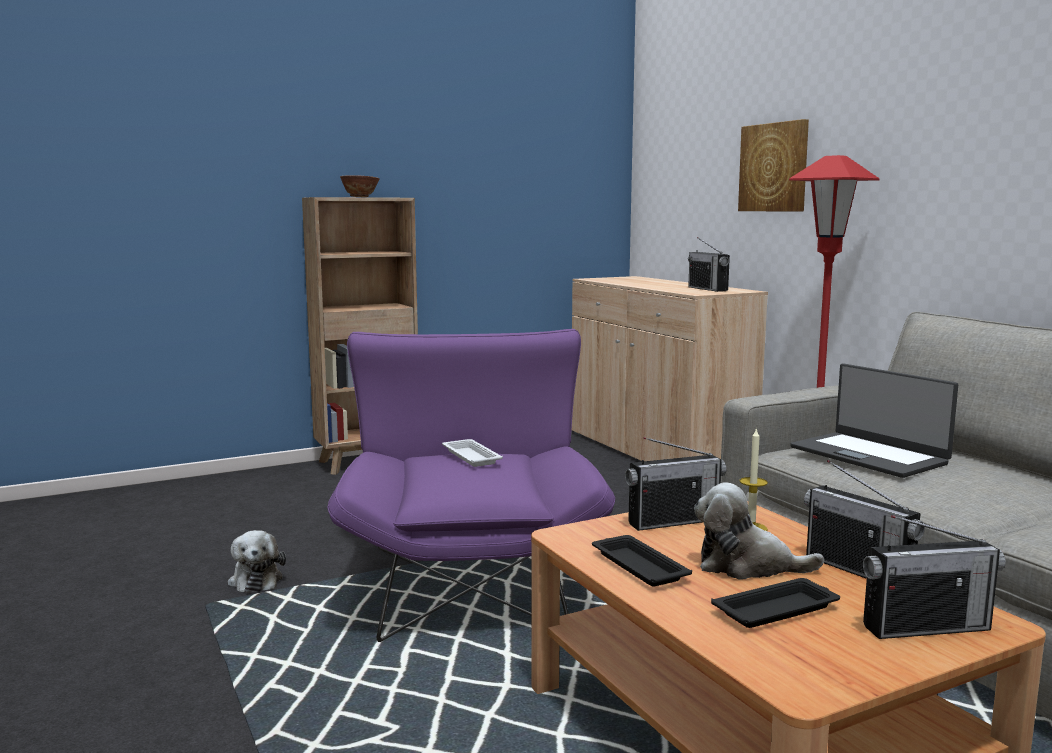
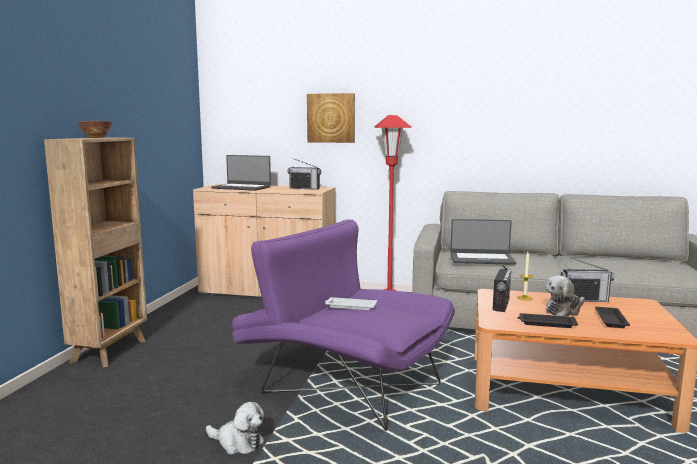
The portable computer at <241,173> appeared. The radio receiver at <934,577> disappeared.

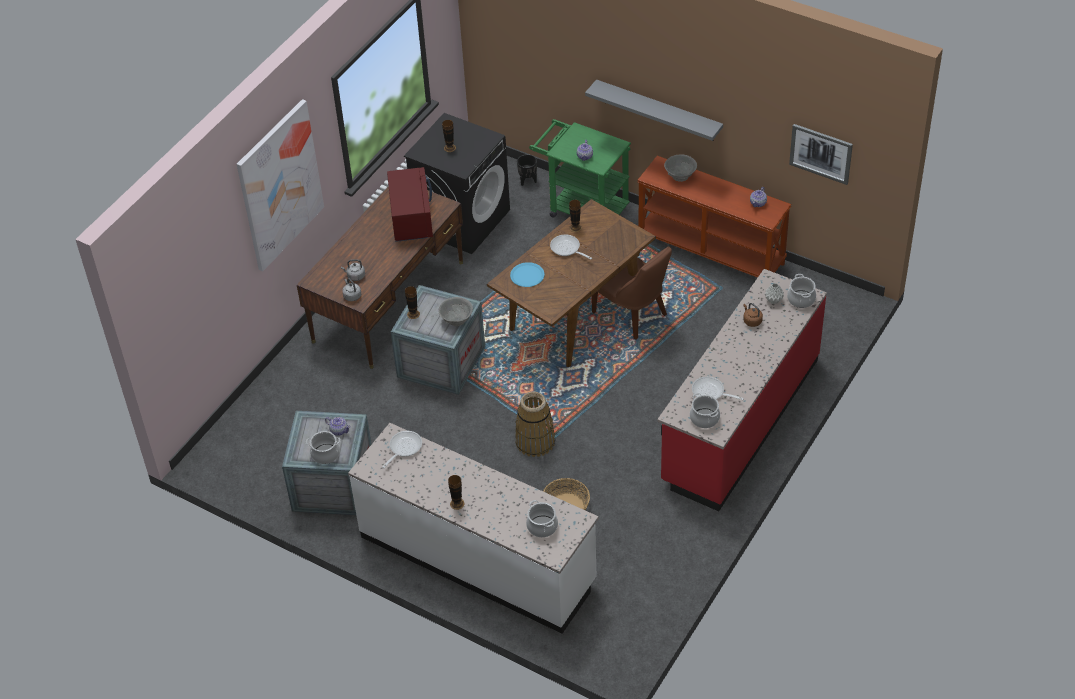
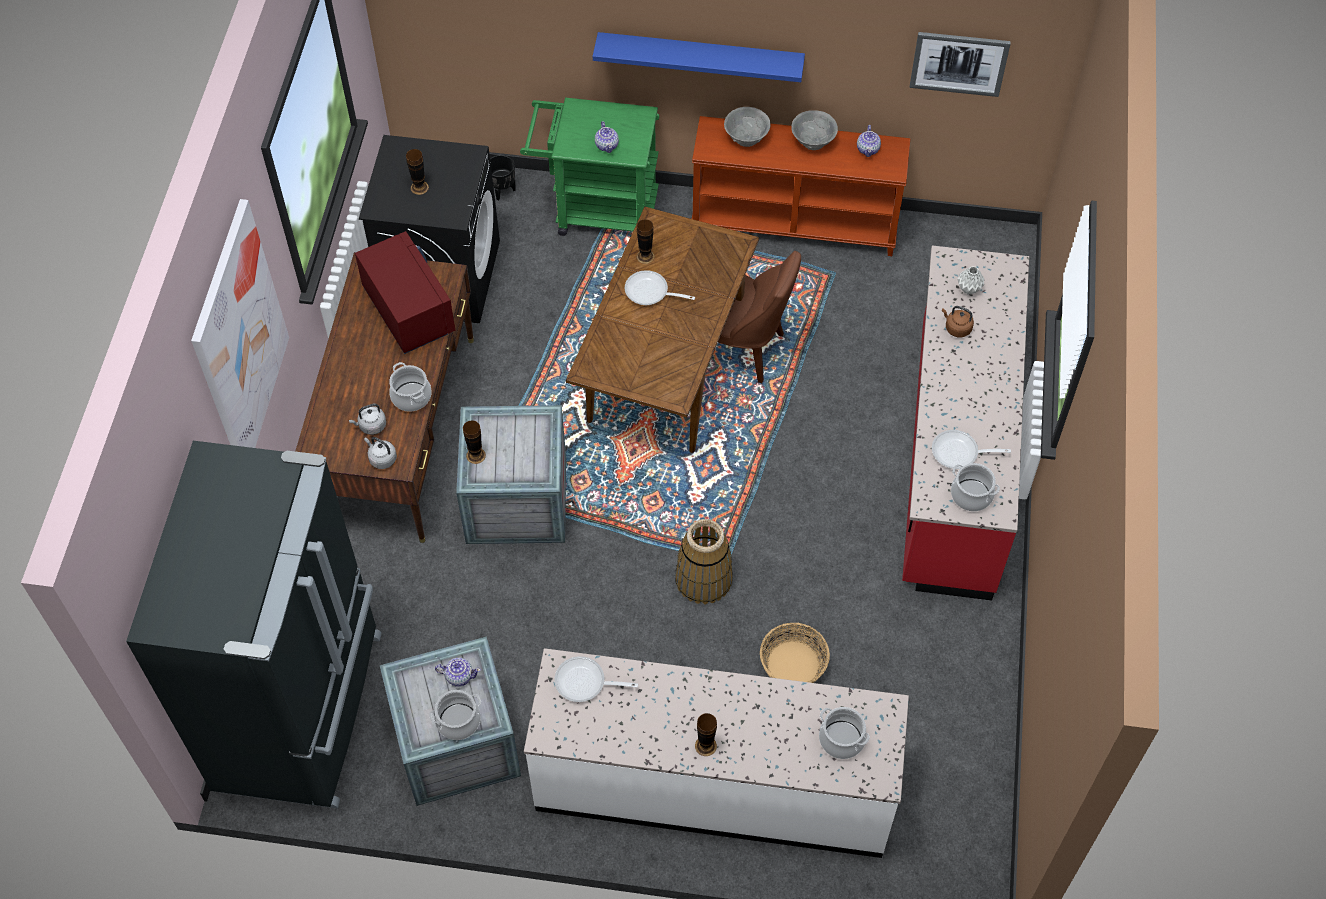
The black fridge at <254,625> appeared. The cooking pot moved from <801,291> to <410,387>. The skillet at <402,449> turned 90 degrees counterclockwise. The gray bracket shelf at <654,110> became the blue bracket shelf at <699,57>. The gray serving bowl moved from <455,311> to <814,130>. The blue dinner plate at <527,274> disappeared.

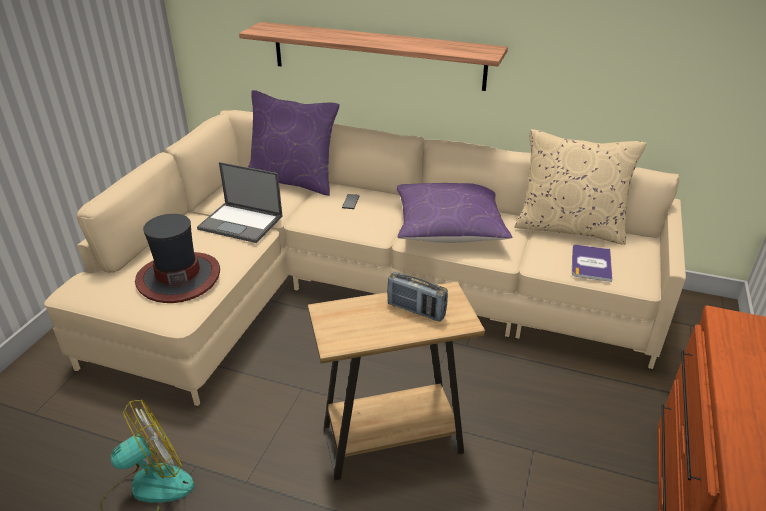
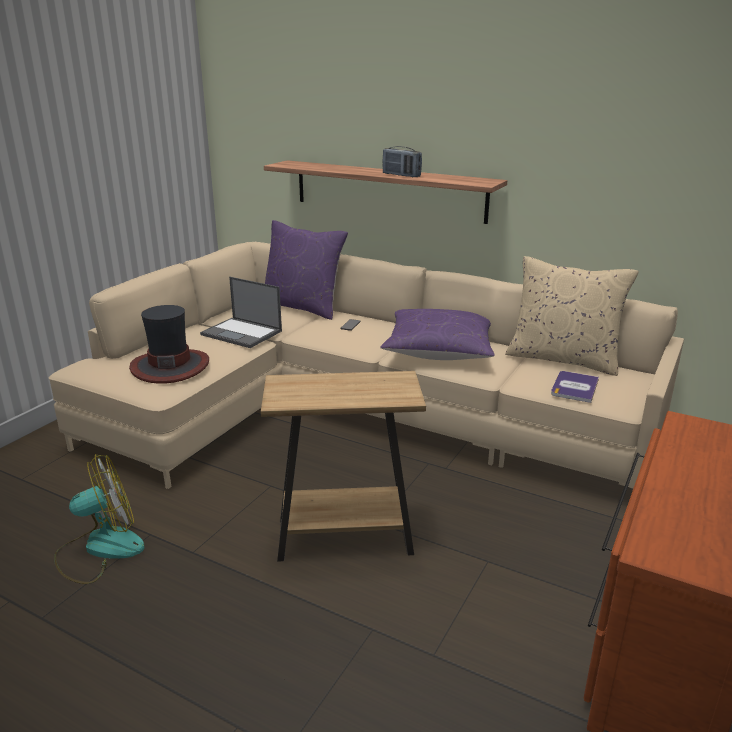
The radio receiver moved from <417,296> to <402,161>.

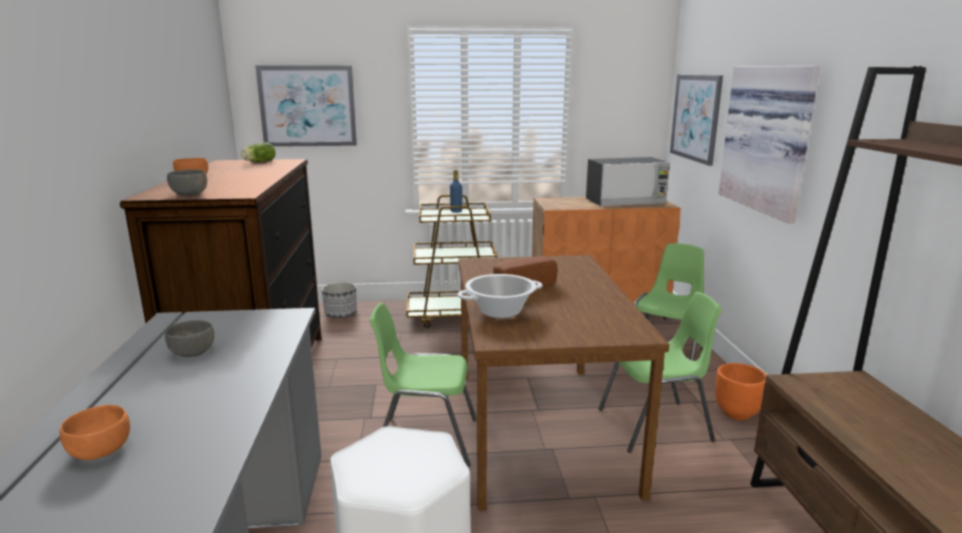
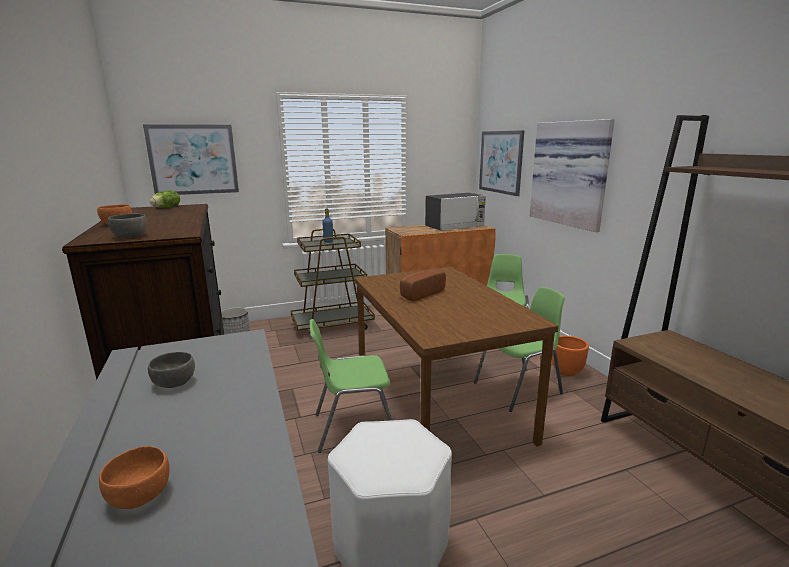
The cooking pot at <499,296> disappeared.

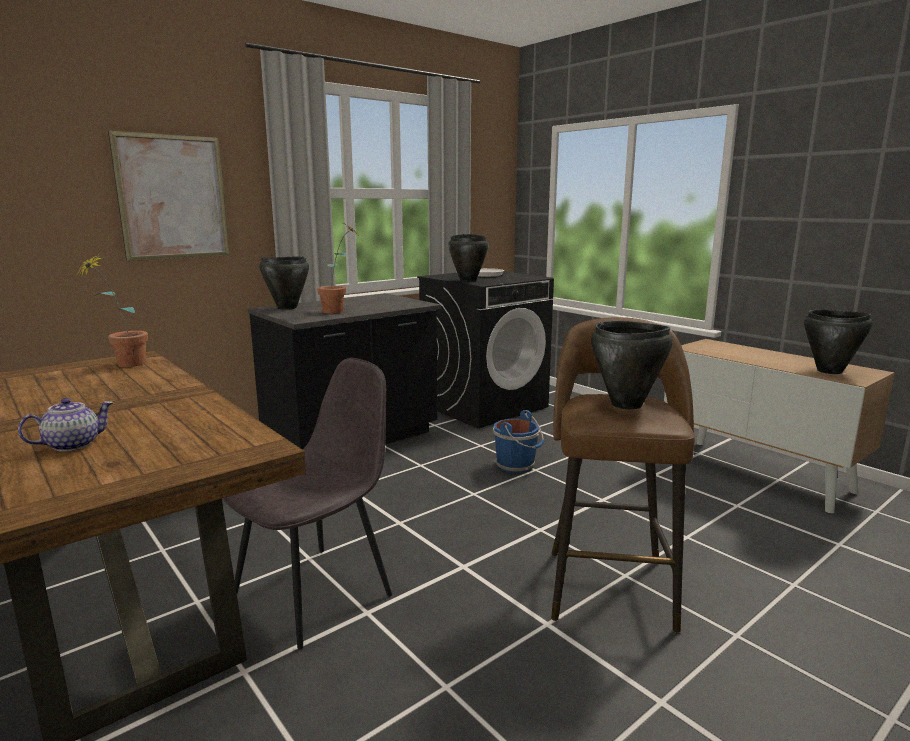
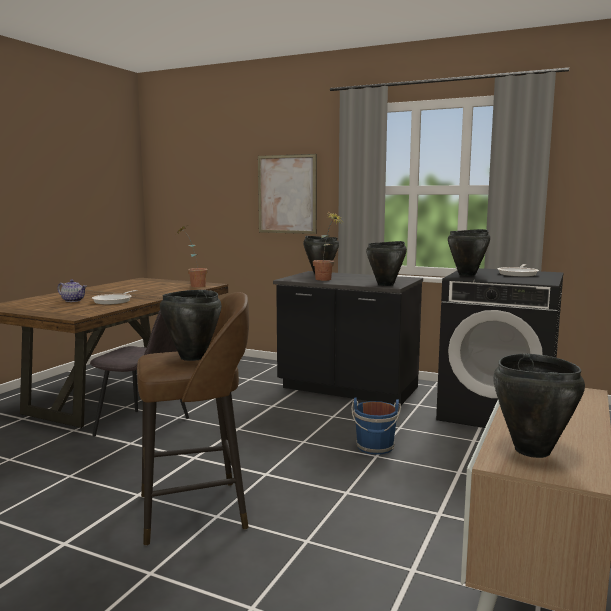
The skillet at <115,297> appeared. The black cooking pot at <386,263> appeared.

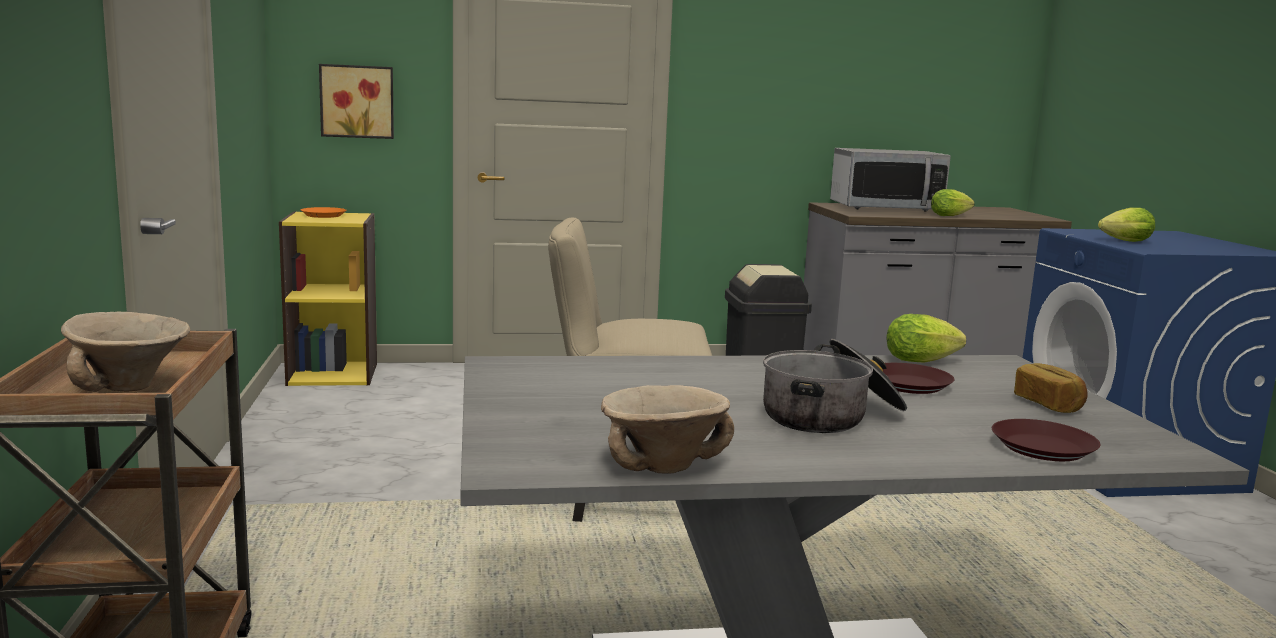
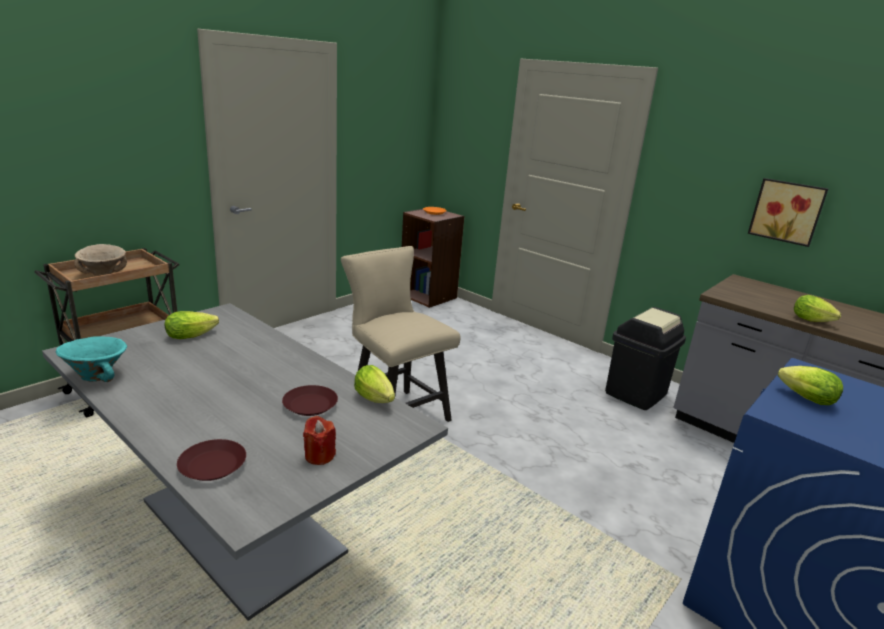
The sand-coloured serving bowl at <667,429> became the blue-green serving bowl at <91,359>. The head of lettuce at <192,325> appeared. The baked bread at <1051,388> was replaced by the reddish wax candle at <319,440>. The yellow bookshelf at <328,298> became the brown-coloured bookshelf at <433,258>. The picture moved from <356,101> to <788,212>. The cooking pot at <835,386> disappeared. The kitchen microwave at <890,180> disappeared.

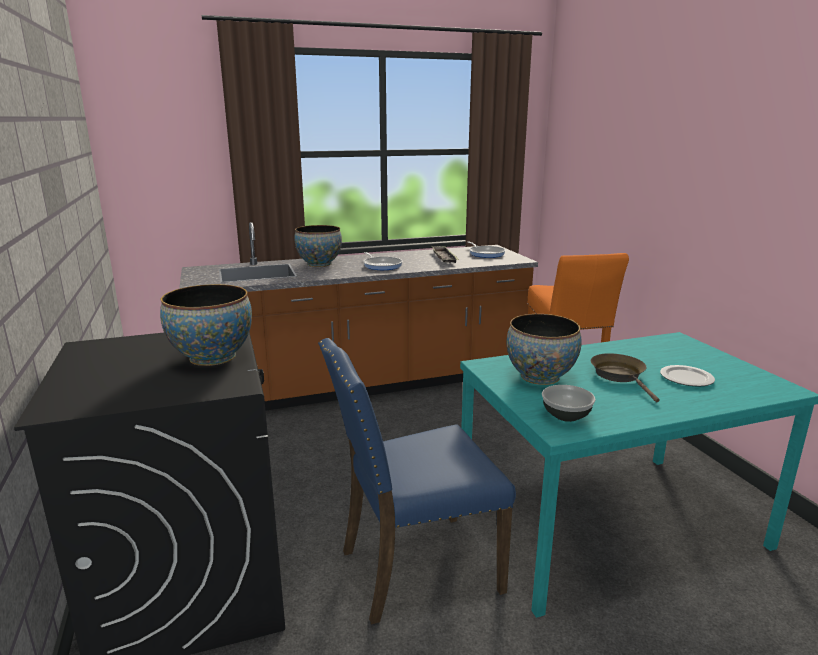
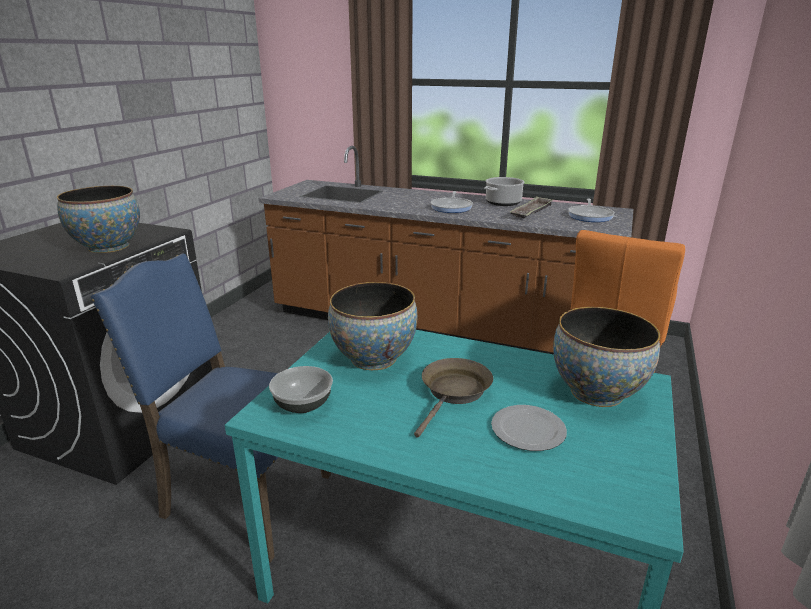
The cooking pot at <504,191> appeared. The serving bowl moved from <318,246> to <606,357>.

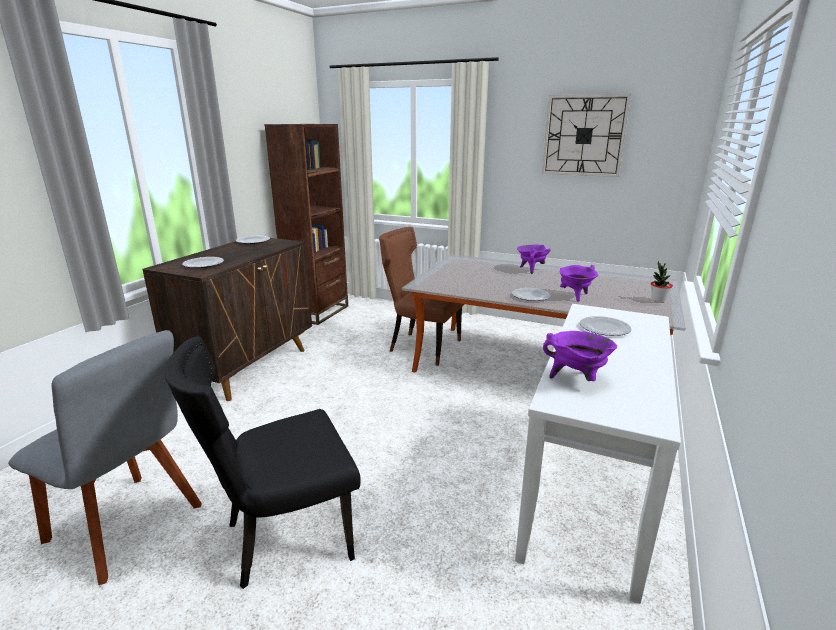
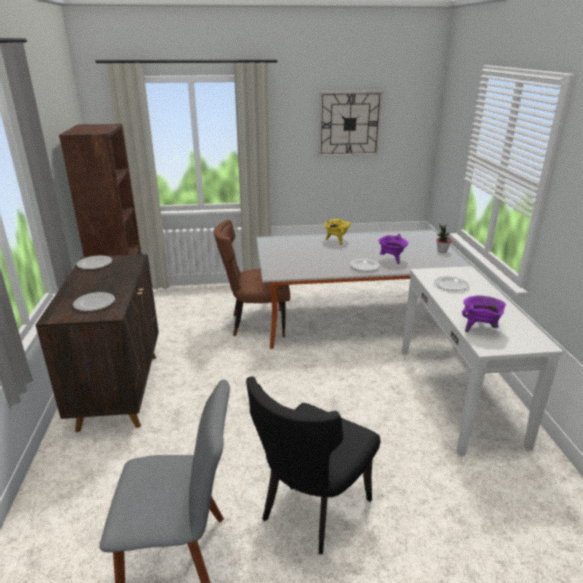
The purple-coloured cooking pot at <534,259> became the yellow cooking pot at <337,232>.

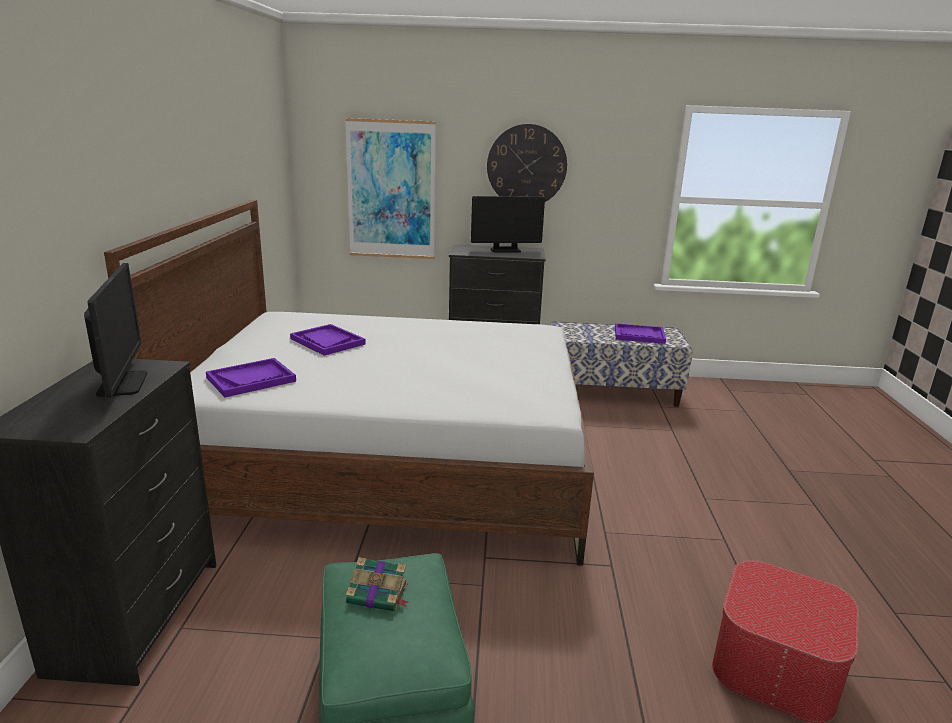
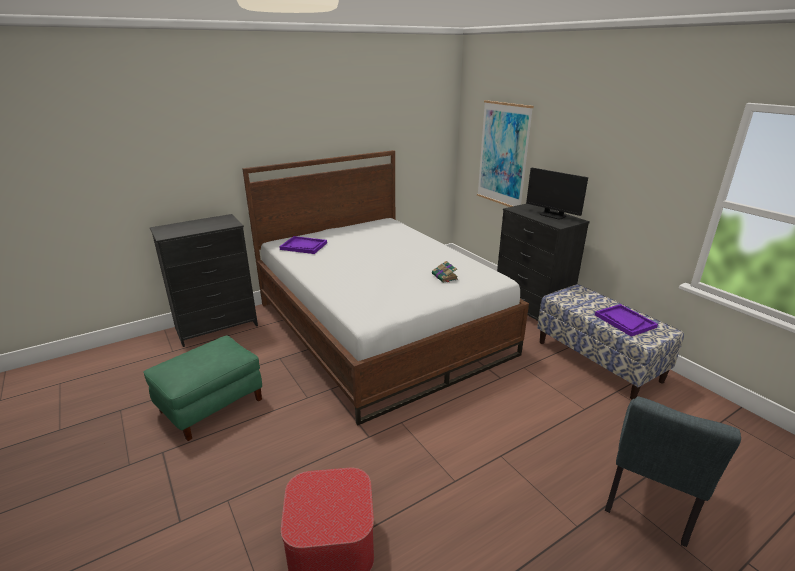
The bound book moved from <377,584> to <445,272>. The gray plain chair at <673,471> appeared. The computer screen at <115,330> disappeared. The purple-coloured tray at <328,340> disappeared. The clock on the wall at <527,163> disappeared.

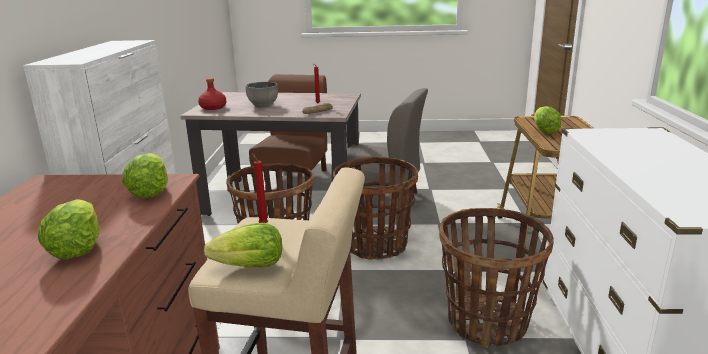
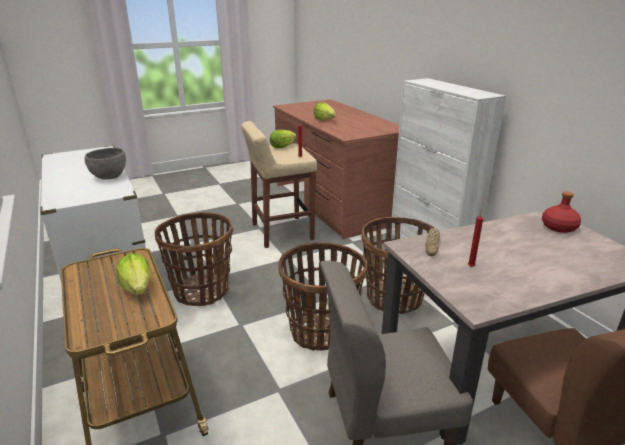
The gray serving bowl moved from <262,94> to <105,163>. The head of lettuce at <145,175> disappeared.

